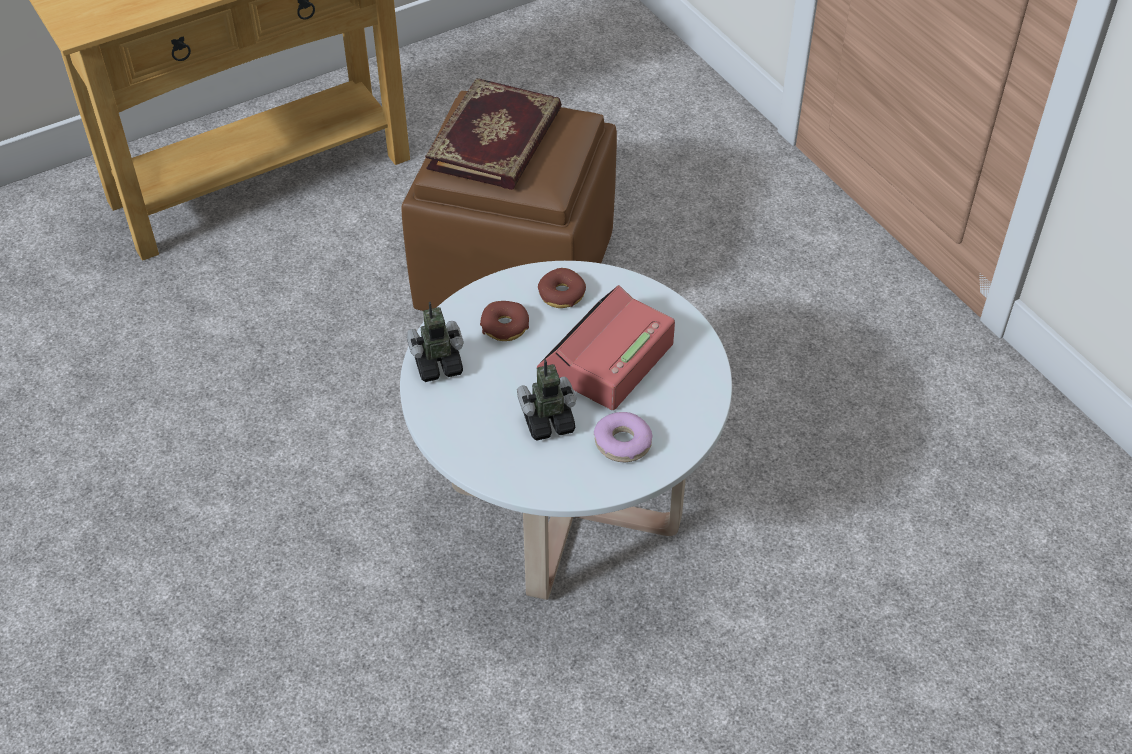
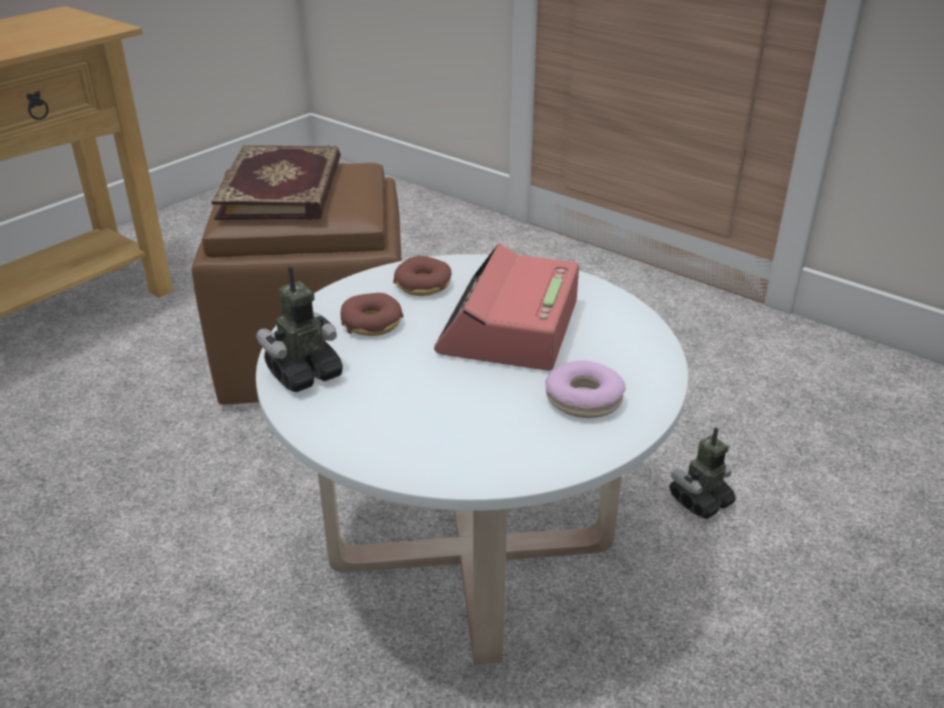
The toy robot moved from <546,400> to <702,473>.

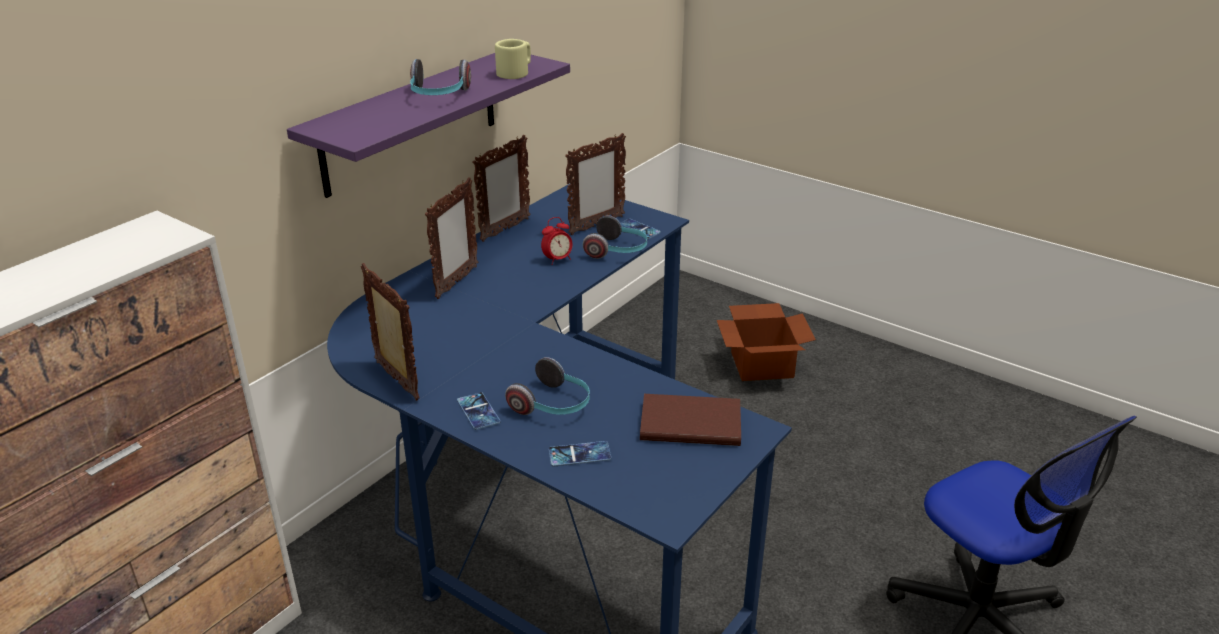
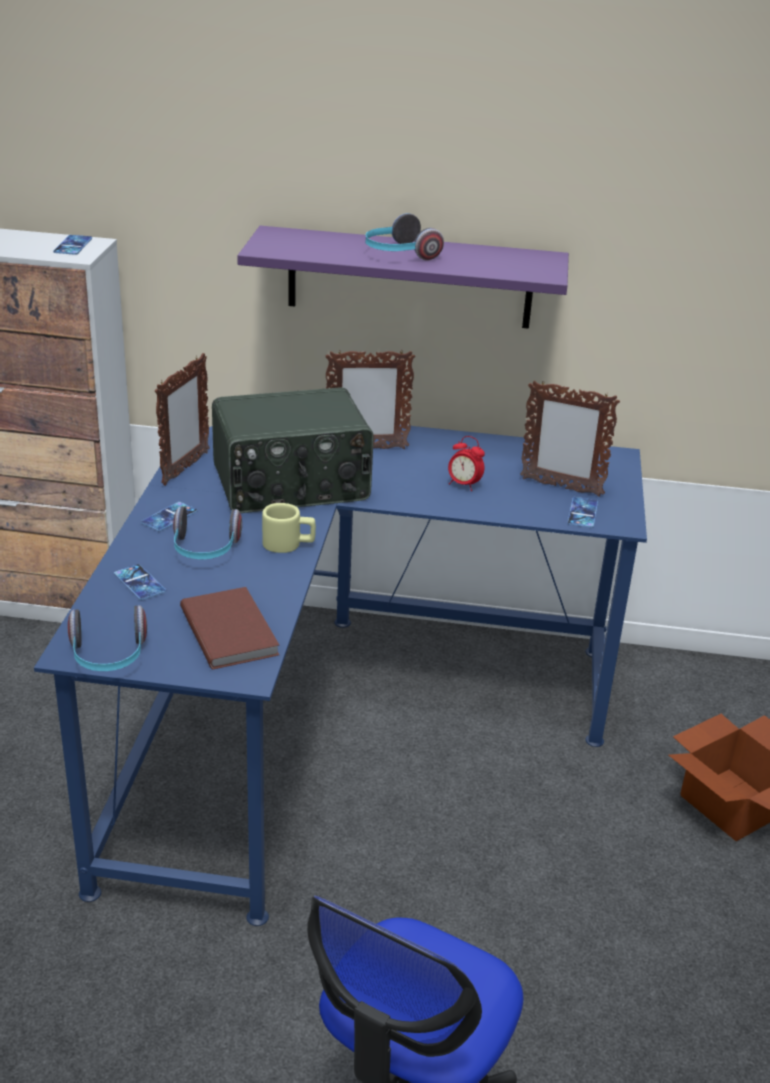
The phone at <72,245> appeared. The headphones moved from <615,237> to <107,638>. The radio receiver at <293,450> appeared. The sand-coloured mug moved from <513,59> to <289,528>. The standing frame at <501,188> disappeared.

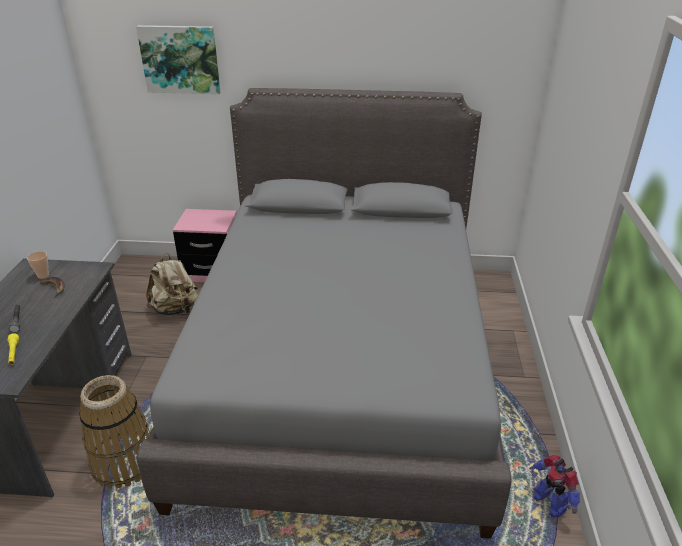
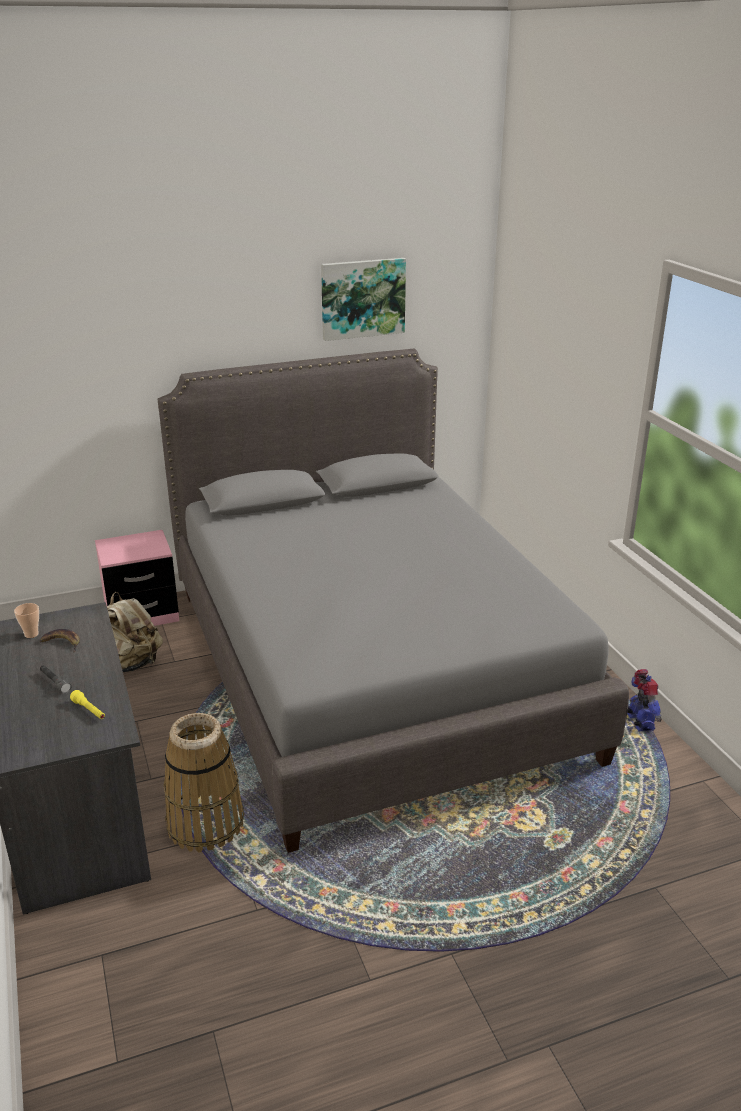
The picture moved from <178,59> to <363,299>. The toy robot at <554,486> turned 135 degrees counterclockwise.

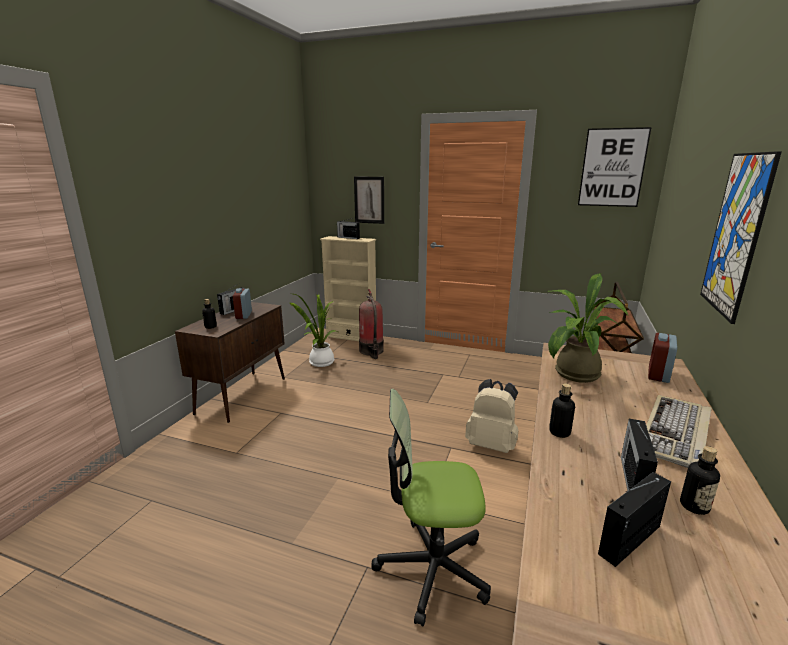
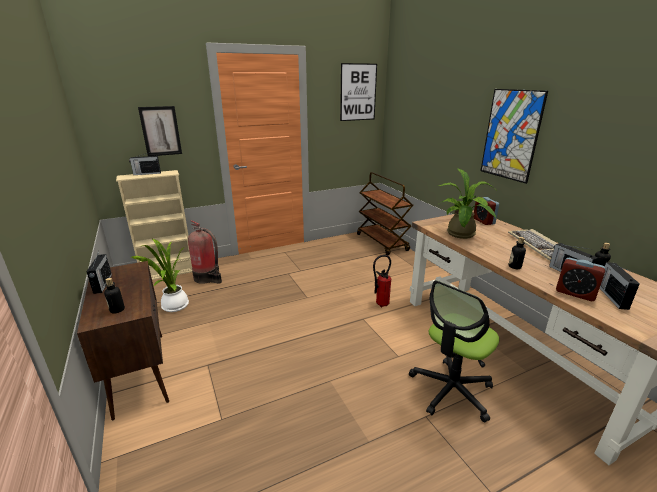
The sand-coloured backpack at <491,416> was replaced by the extinguisher at <382,281>. The alarm clock moved from <242,303> to <581,279>.

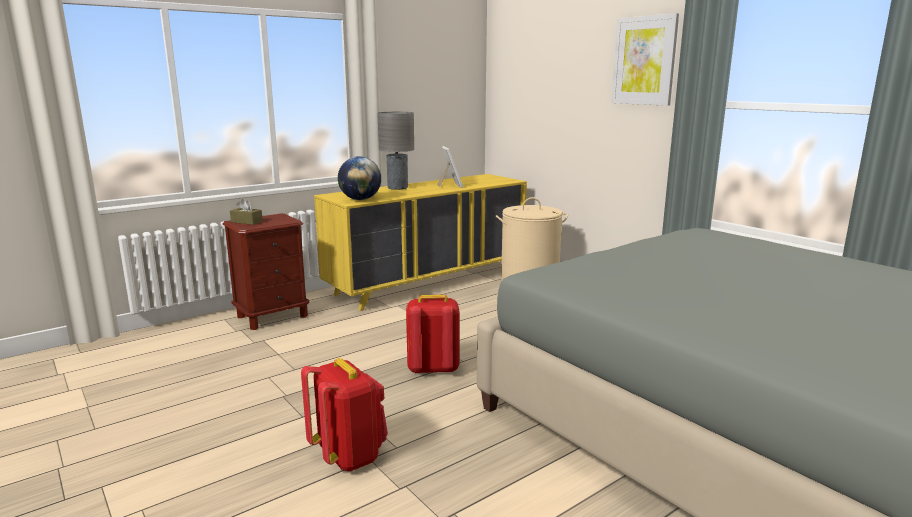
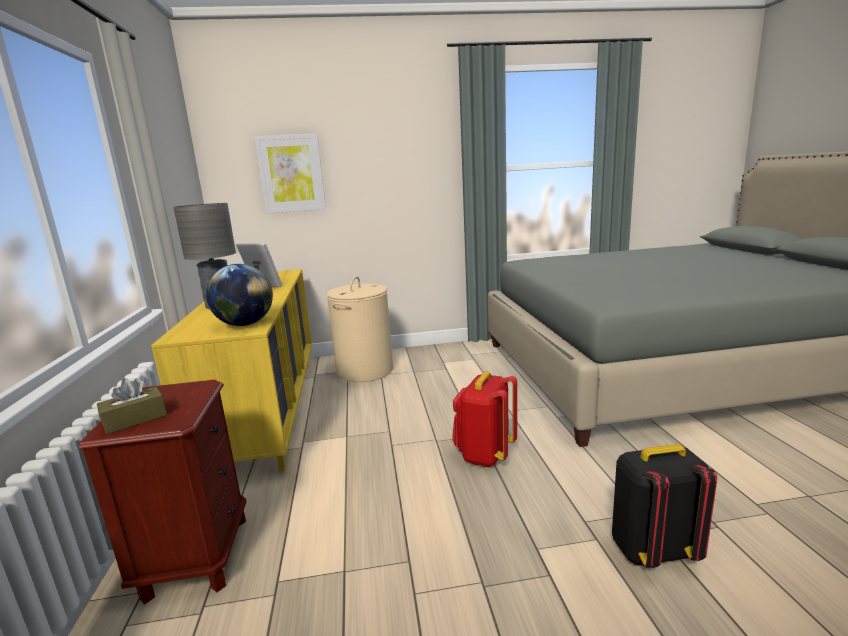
The picture moved from <645,59> to <290,173>. The reddish backpack at <344,414> became the black backpack at <664,506>.

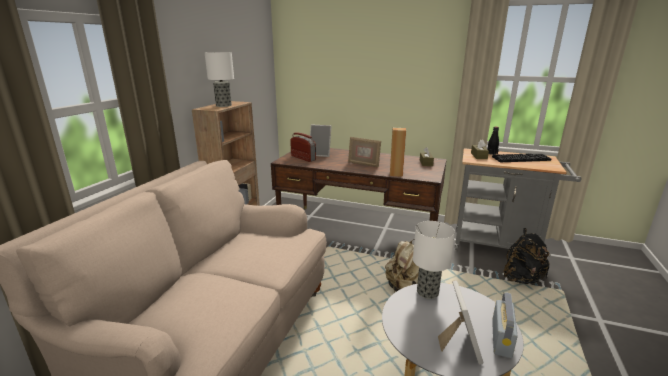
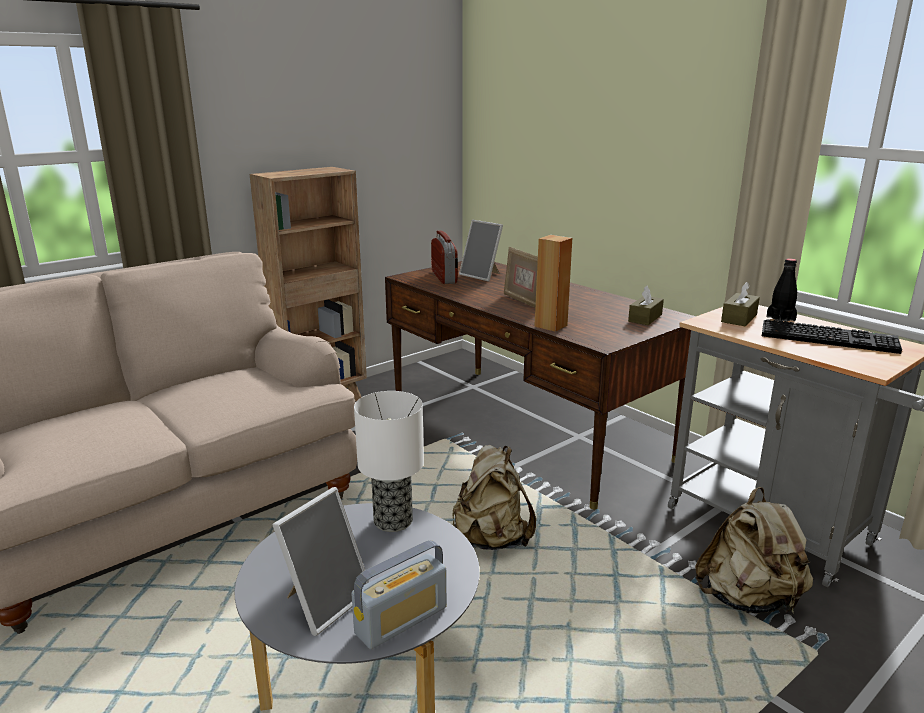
The black backpack at <527,256> became the sand-coloured backpack at <754,551>. The table lamp at <219,79> disappeared.

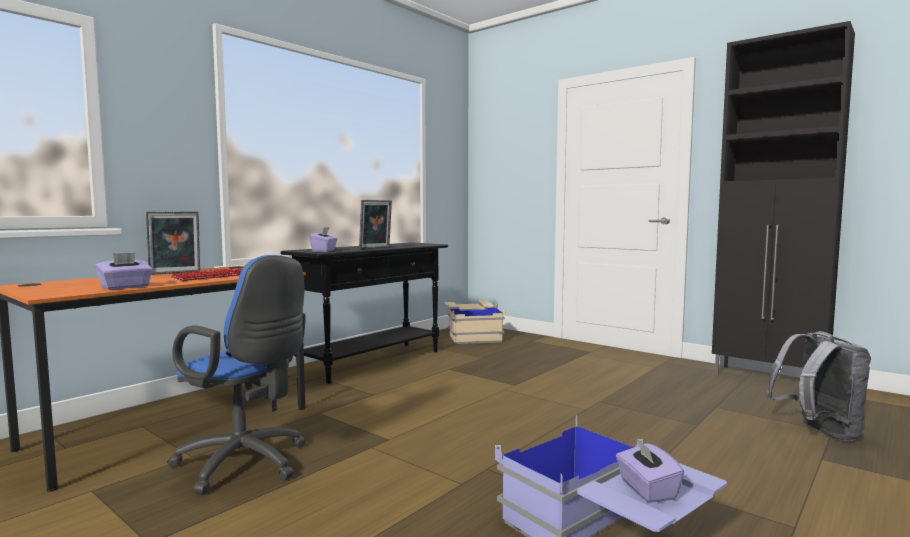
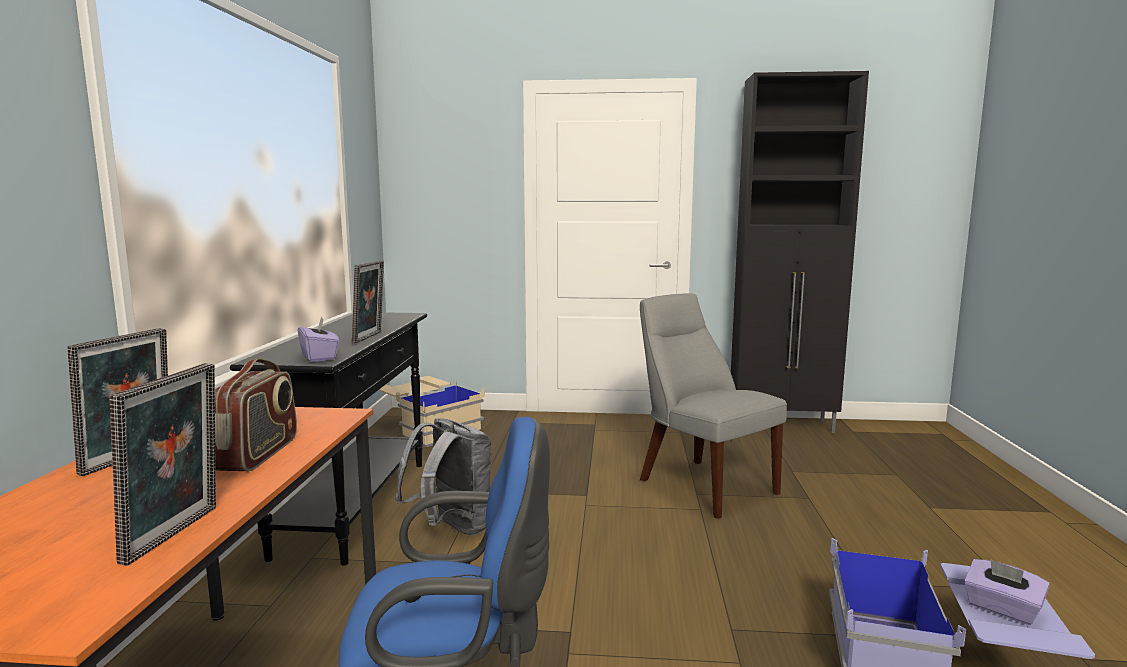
The purple-coloured tissue holder at <124,271> was replaced by the standing frame at <163,464>. The keyboard at <207,274> was replaced by the radio receiver at <256,414>. The gray backpack moved from <818,386> to <443,476>. The gray plain chair at <713,406> appeared.

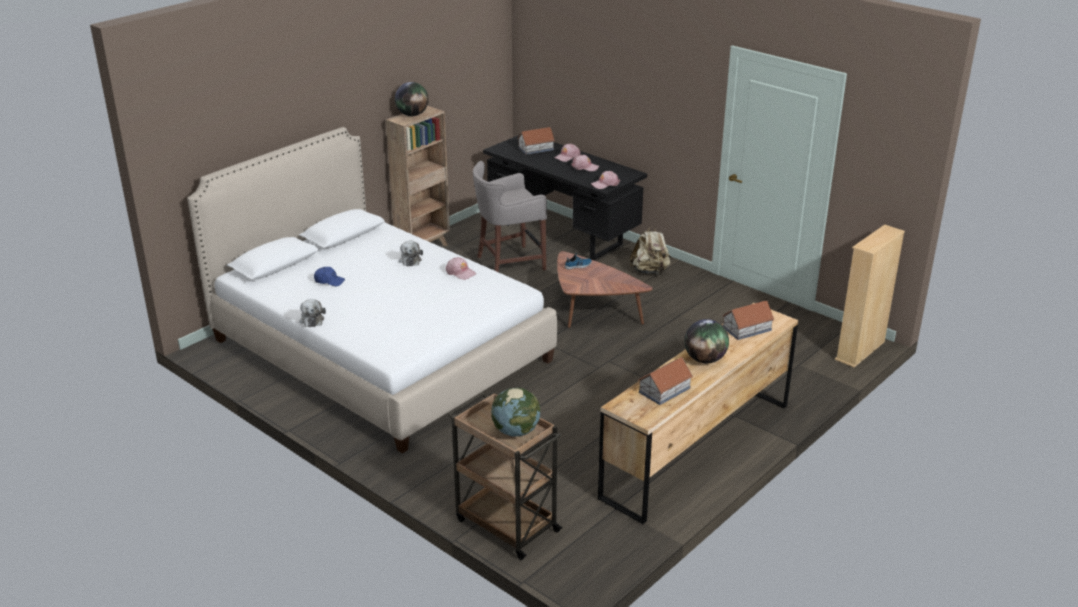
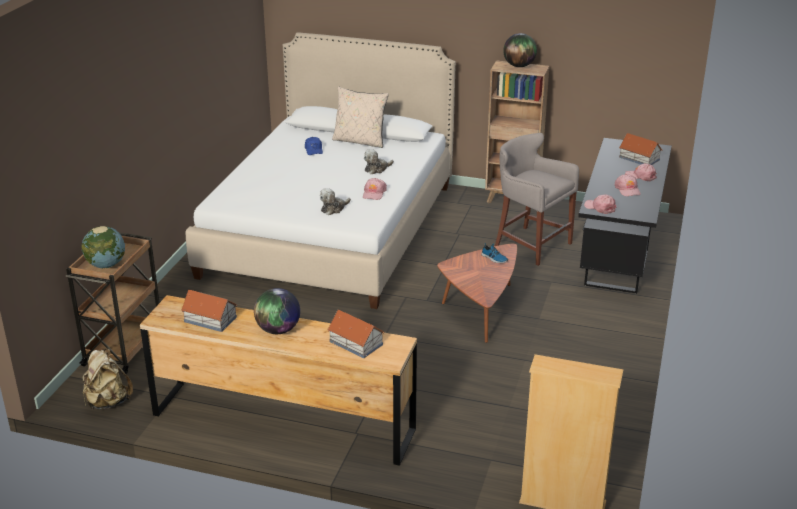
The sand-coloured backpack moved from <650,250> to <107,379>. The plush toy moved from <312,313> to <335,201>. The sand-coloured cushion at <360,117> appeared.

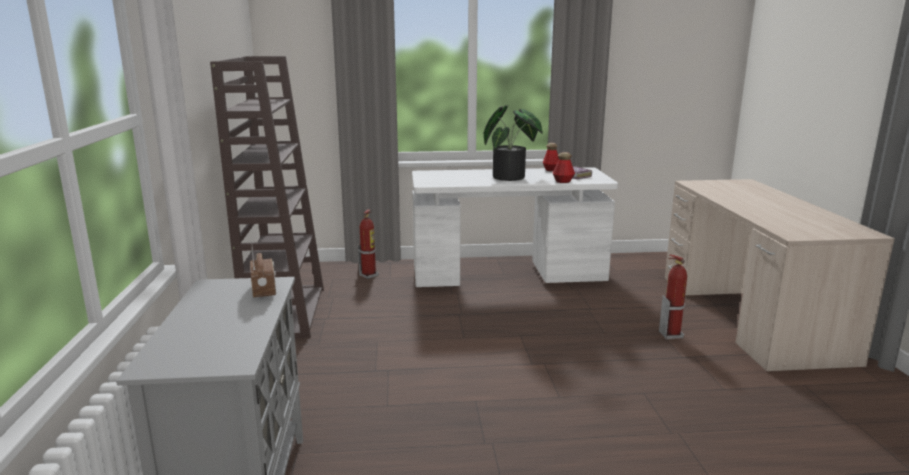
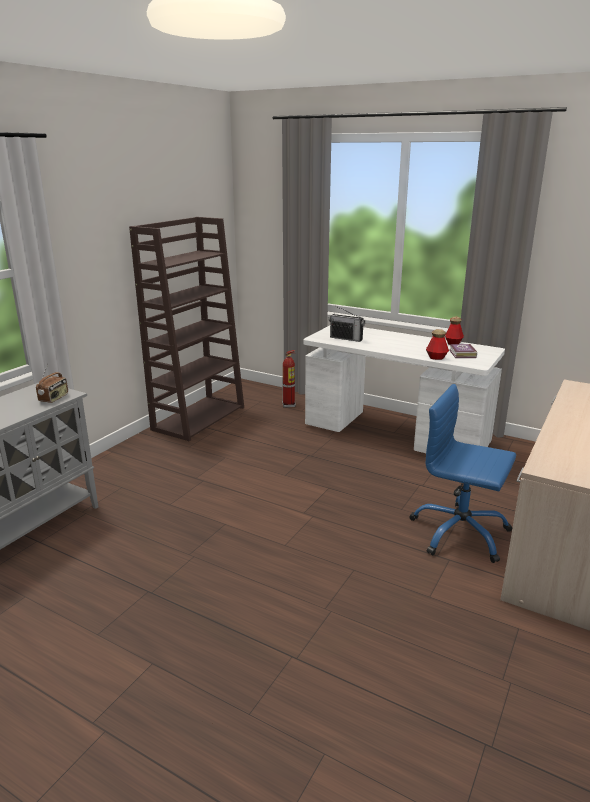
The radio receiver at <346,324> appeared. The extinguisher at <673,296> was replaced by the blue office chair at <462,473>. The plant in a pot at <513,143> disappeared.

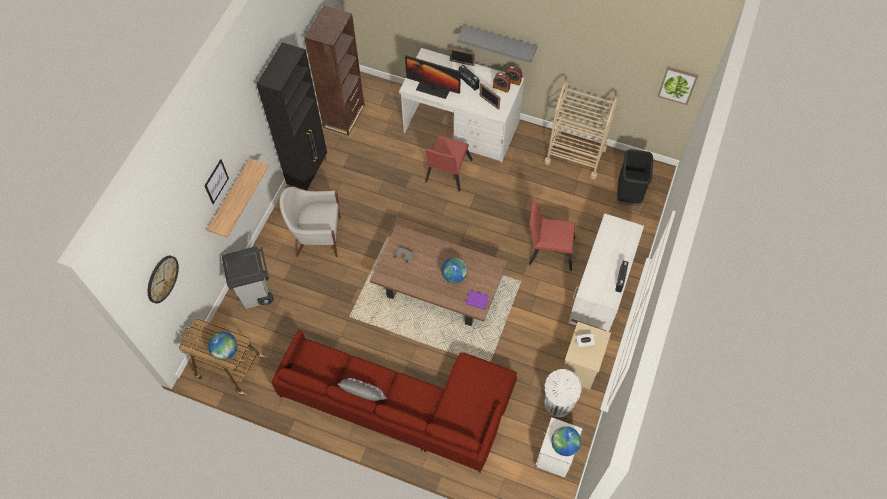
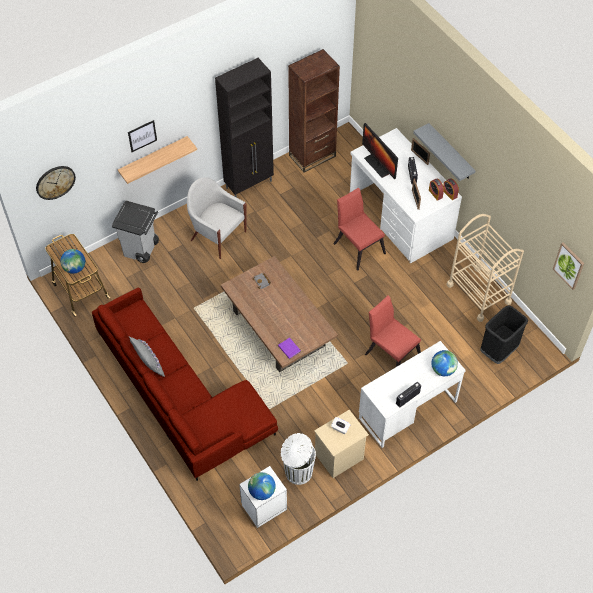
The reddish plain chair at <449,164> turned 90 degrees clockwise. The world globe moved from <454,270> to <444,363>.

